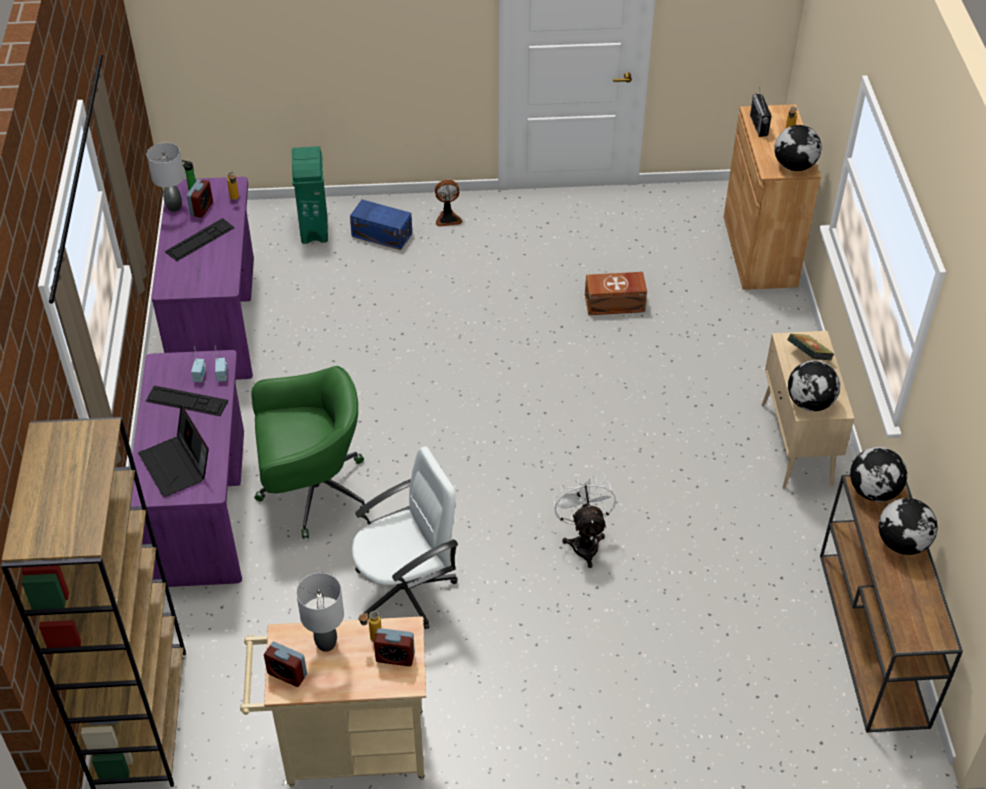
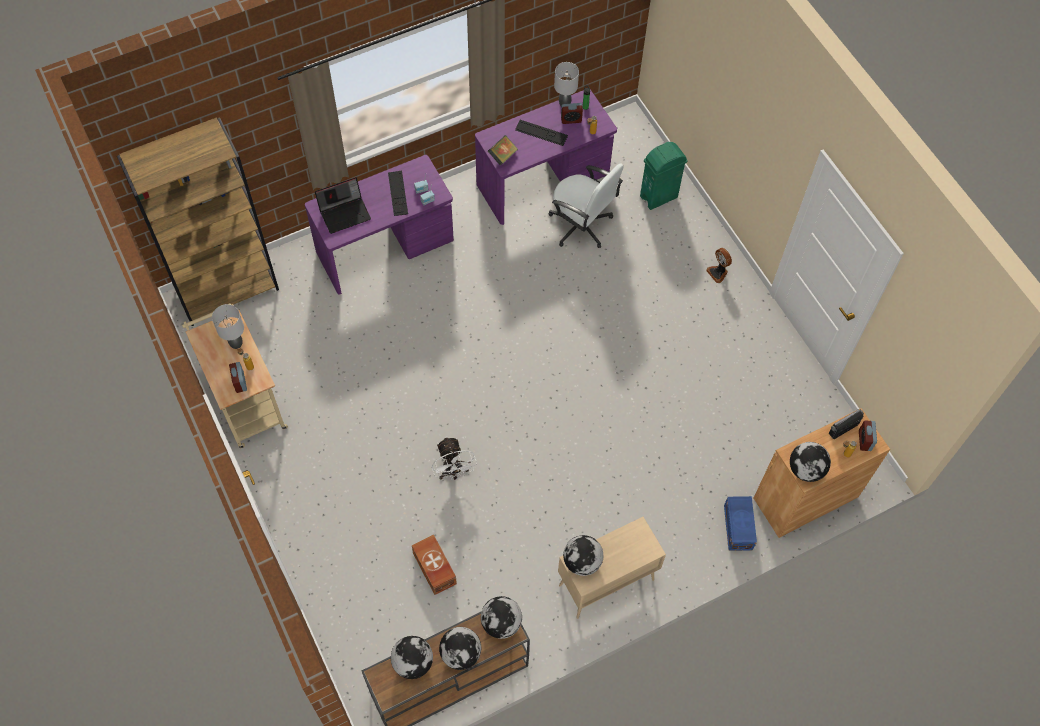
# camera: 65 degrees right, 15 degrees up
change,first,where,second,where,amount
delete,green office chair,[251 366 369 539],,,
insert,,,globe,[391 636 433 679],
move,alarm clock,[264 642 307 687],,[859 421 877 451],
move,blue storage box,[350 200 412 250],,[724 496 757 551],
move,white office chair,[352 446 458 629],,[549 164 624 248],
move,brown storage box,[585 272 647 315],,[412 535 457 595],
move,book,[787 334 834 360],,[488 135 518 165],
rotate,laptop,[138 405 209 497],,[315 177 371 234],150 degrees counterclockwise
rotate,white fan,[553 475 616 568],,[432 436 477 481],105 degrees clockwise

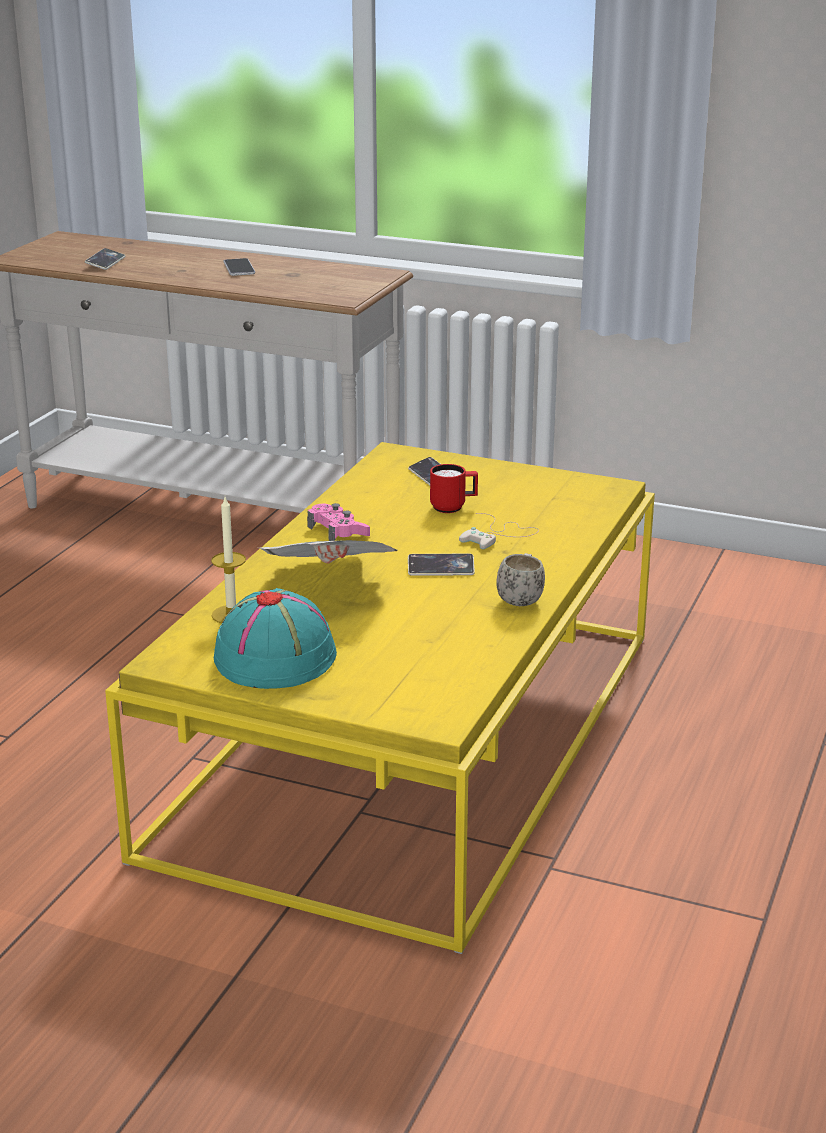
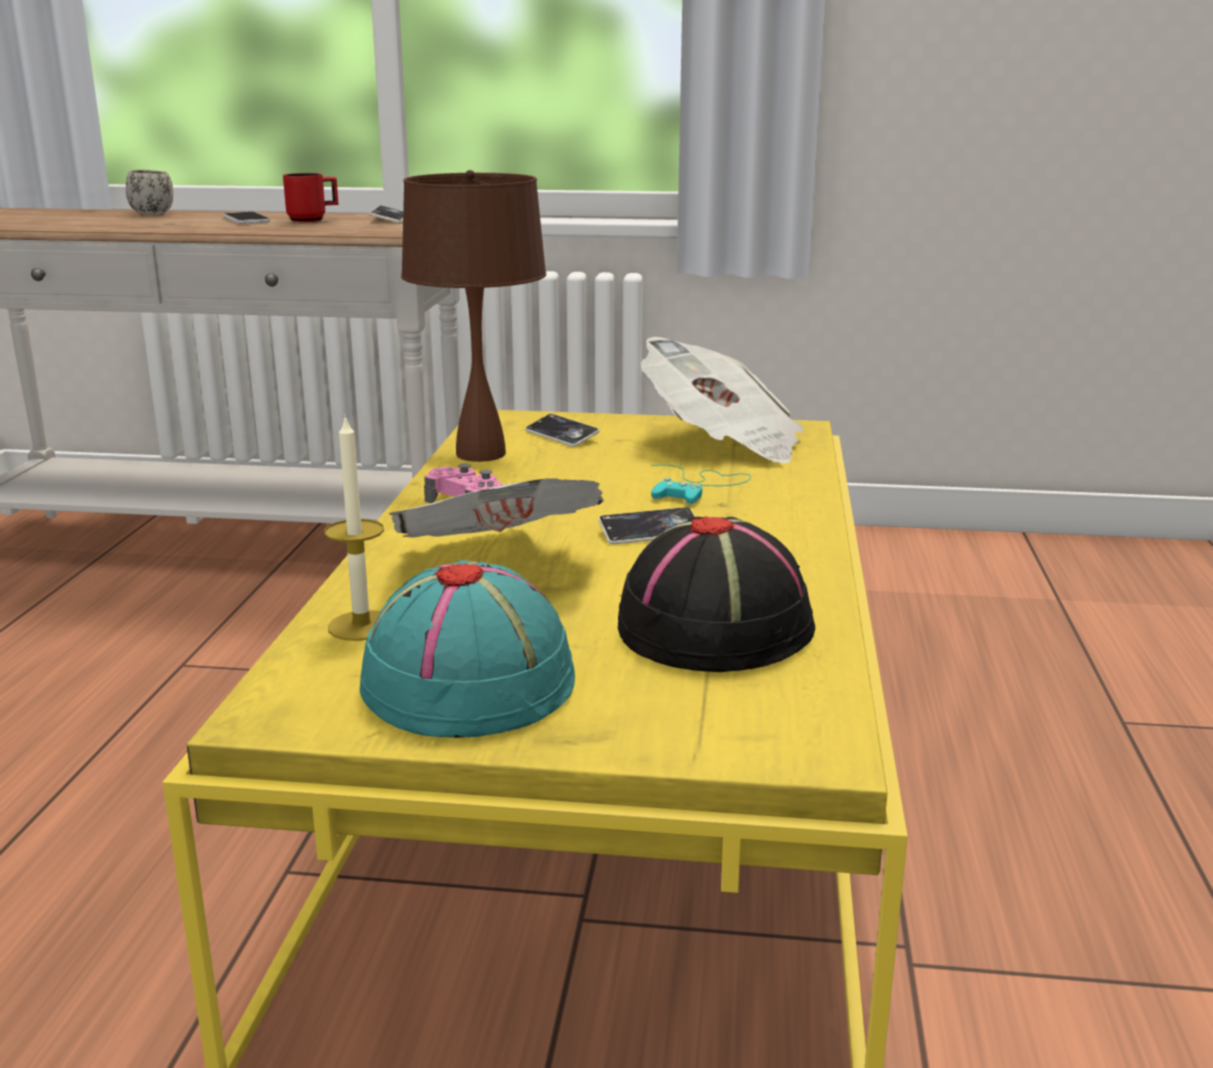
# camera: 15 degrees left, 5 degrees down
change,first,where,second,where,amount
insert,,,brown table lamp,[401 170 546 462],
insert,,,black hat,[618 516 815 672],
insert,,,newspaper,[640 337 803 464],
move,phone,[85 248 125 270],,[370 205 403 223],
move,red mug,[430 464 478 513],,[283 173 339 222],
move,white mug,[496 553 545 606],,[126 169 173 215],
recolor,white game controller,[459 513 539 549],turquoise game controller,[651 465 751 504],

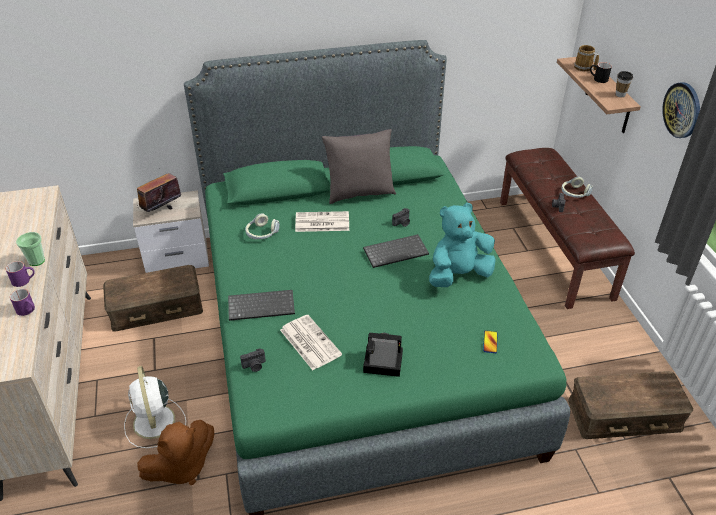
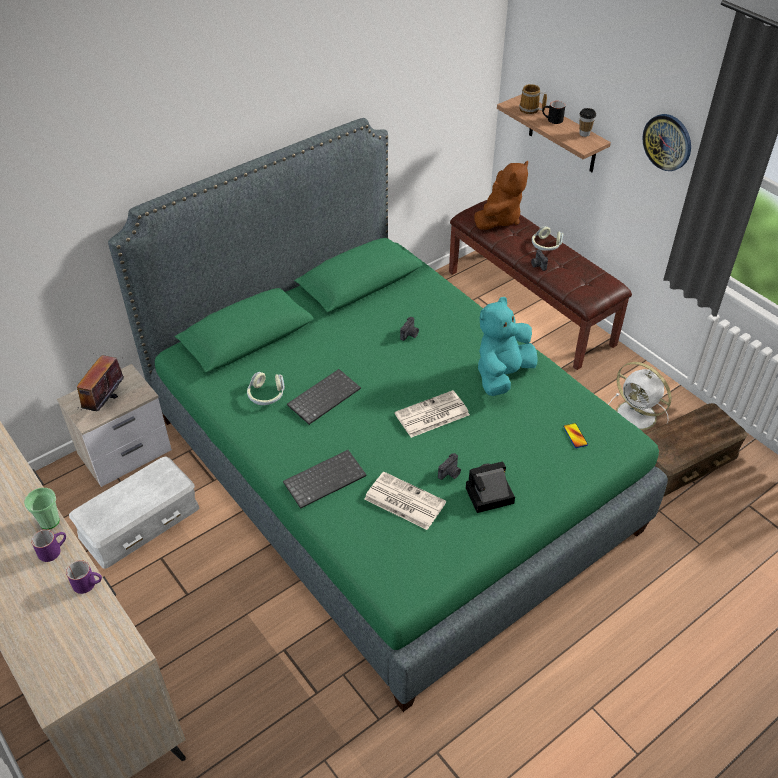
# camera: 25 degrees left, 5 degrees up
change,first,where,second,where,amount
delete,grey pillow,[322 129 396 204],,,
move,white fan,[124 366 186 448],,[608 362 671 430],
move,brown plush toy,[137 420 214 485],,[474 161 528 230],
move,photo camera,[240 348 266 372],,[438 453 461 480],
move,newspaper,[295 211 349 232],,[395 390 470 438],
move,keyboard,[363 234 429 268],,[287 369 361 425],
recolor,brown storage box,[103 265 203 332],white storage box,[69 456 199 569],

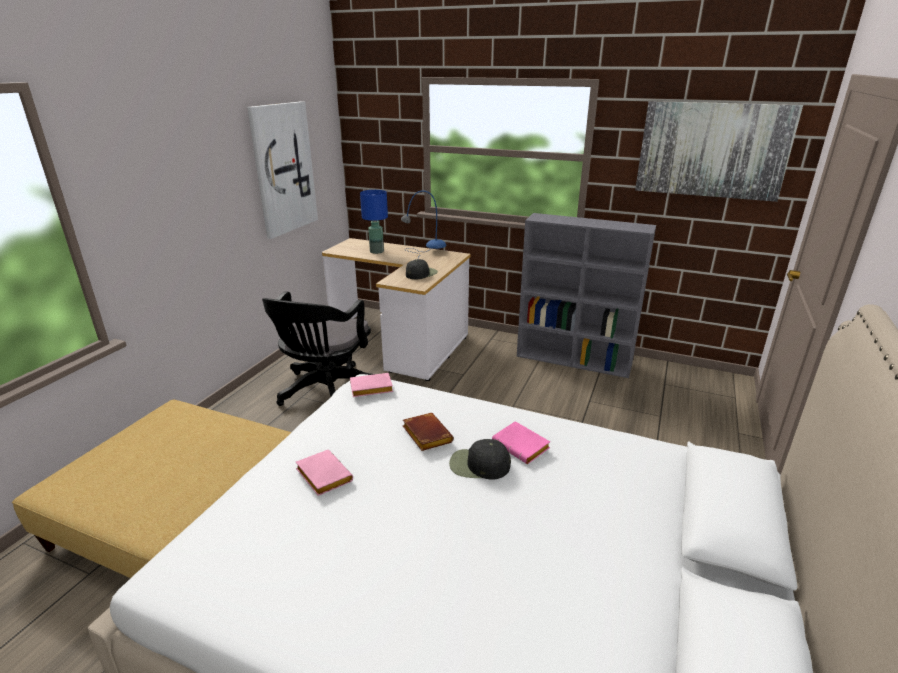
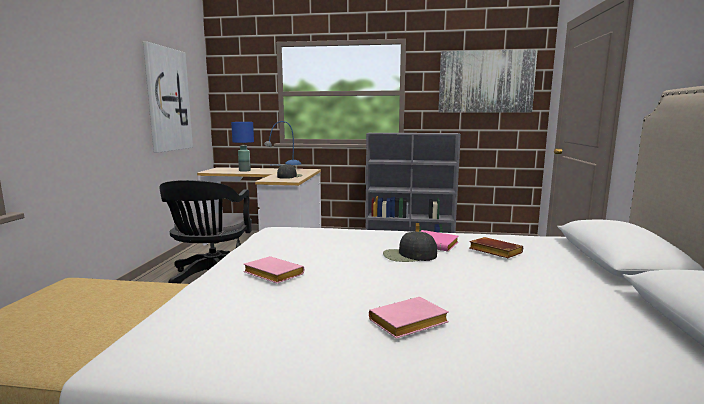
# camera: 15 degrees left, 15 degrees down
change,first,where,second,where,amount
move,pink book,[350 373 393 397],,[369 297 449 339],
move,brown book,[403 413 454 451],,[469 237 523 258],

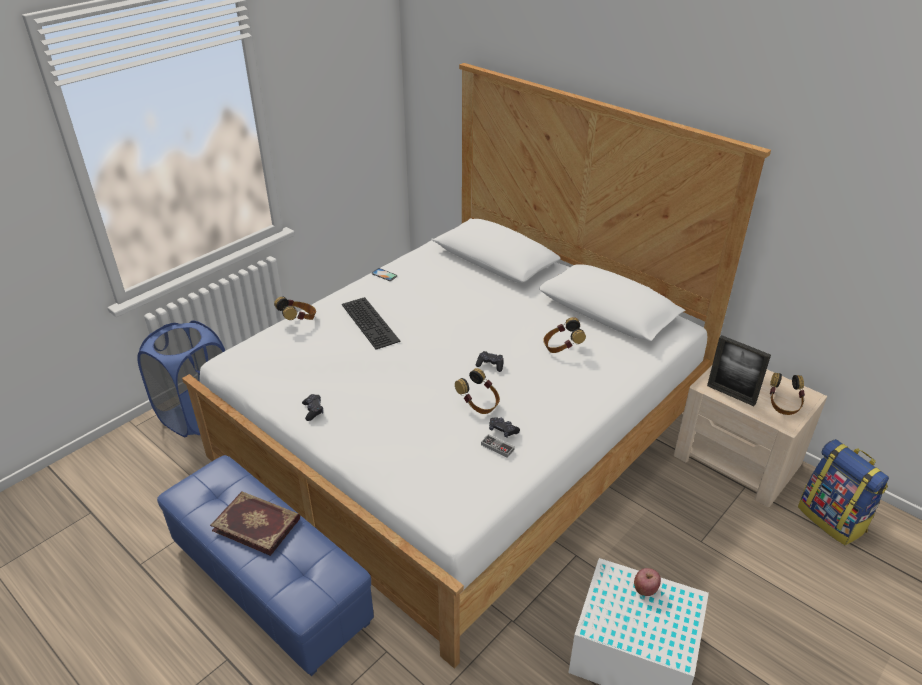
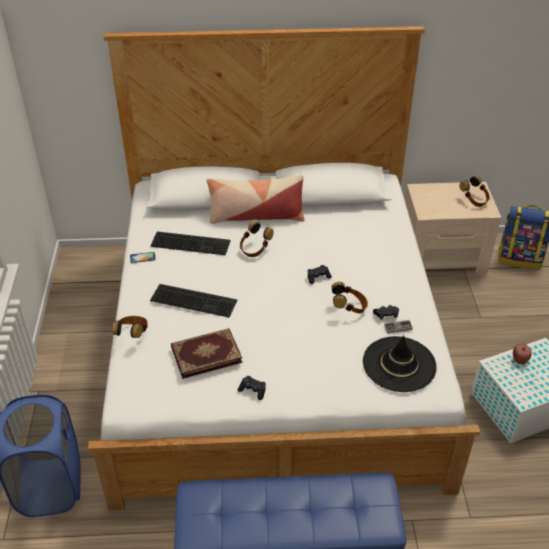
# camera: 45 degrees left, 5 degrees up
change,first,where,second,where,amount
delete,picture frame,[707 335 771 406],,,
insert,,,keyboard,[150 231 231 255],
insert,,,pillow,[207 175 304 224],
insert,,,black hat,[363 335 437 392],
move,book,[210 491 300 556],,[171 328 242 379],
move,headphones,[543 317 586 353],,[240 221 274 257],

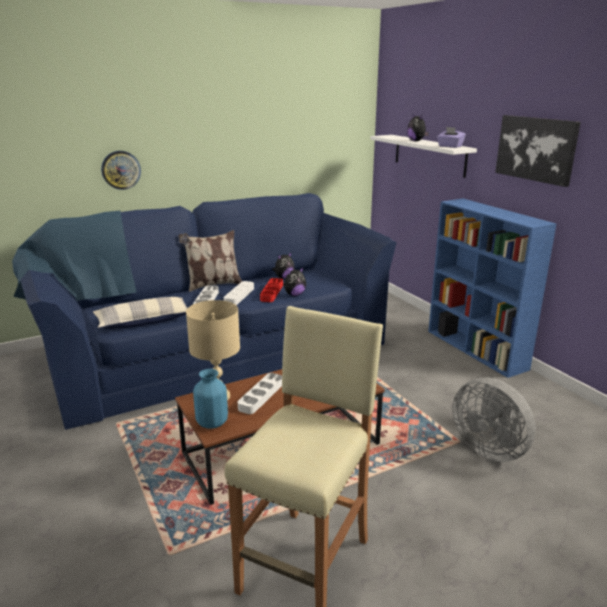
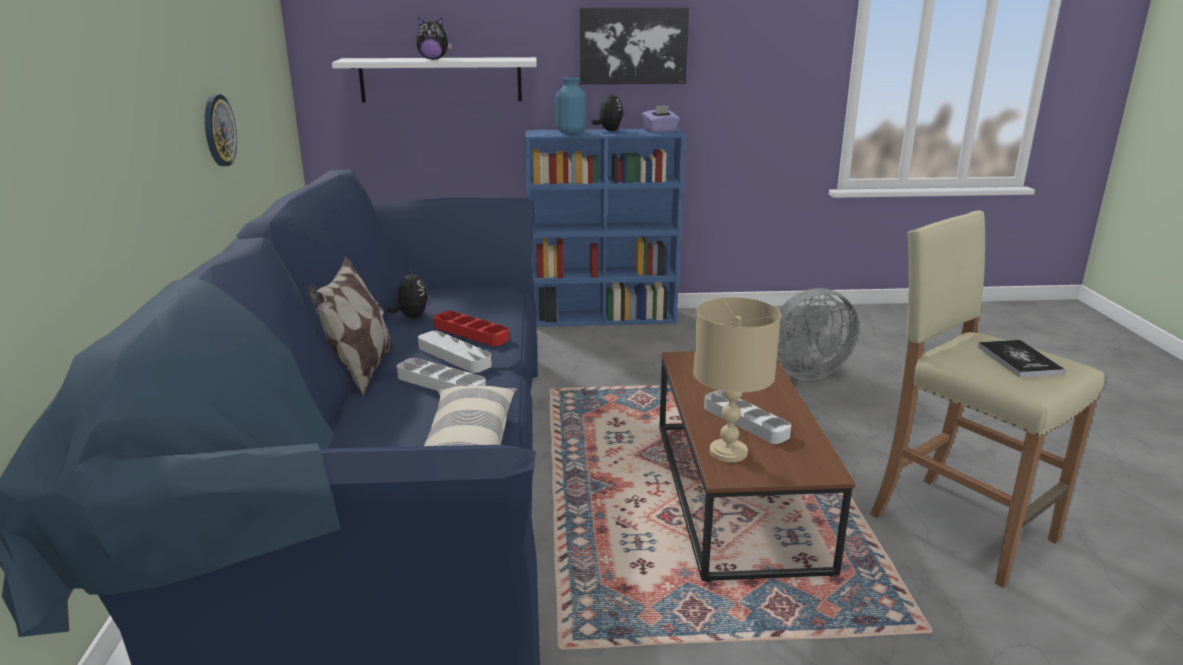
# camera: 65 degrees left, 0 degrees up
change,first,where,second,where,amount
insert,,,book,[978 340 1065 377],
move,wall clock,[101 151 141 190],,[205 94 237 166],
move,blue vase,[193 369 228 429],,[556 77 586 134],
move,plush toy,[283 267 306 296],,[591 91 624 131],
move,purple tissue box,[437 127 466 148],,[642 105 680 133],

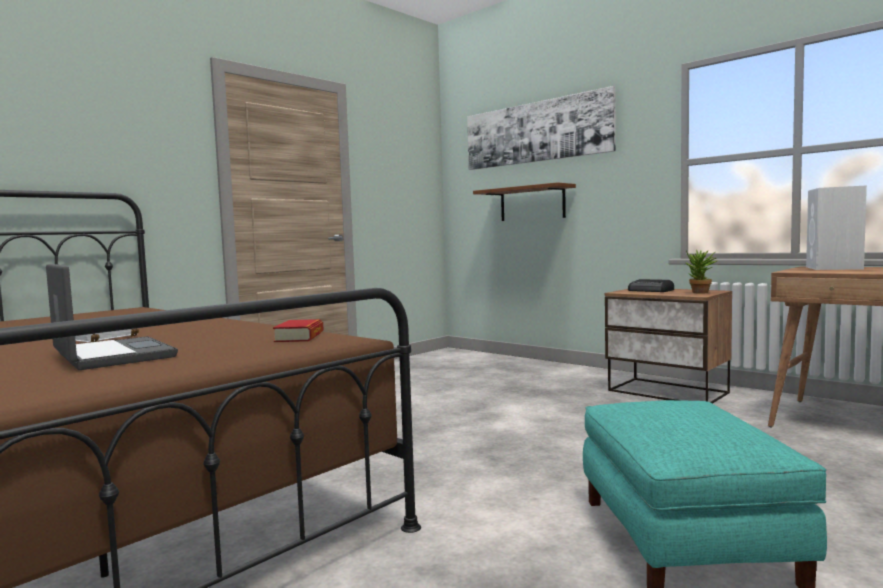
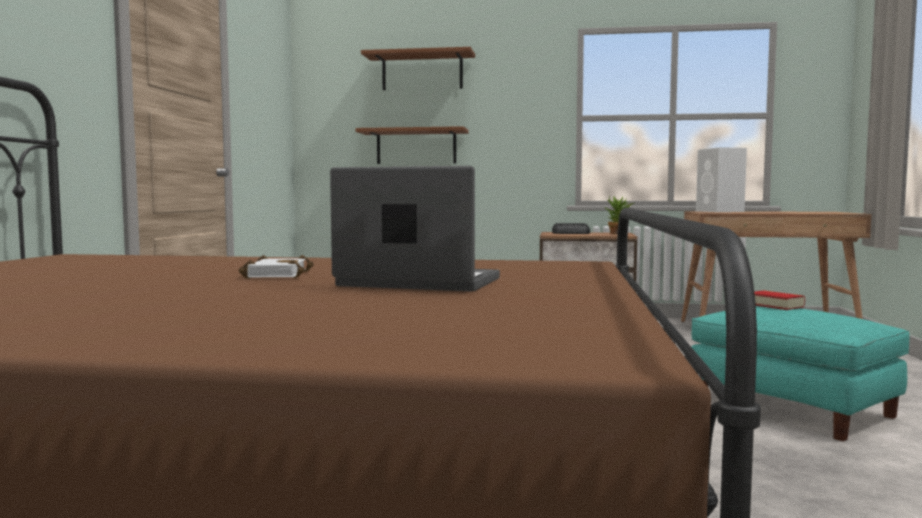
# camera: 35 degrees left, 0 degrees up
change,first,where,second,where,amount
move,book,[273 319 324 342],,[754 290 805 310],
replace,picture,[467 86 616 170],brown shelf,[361 47 475 90],

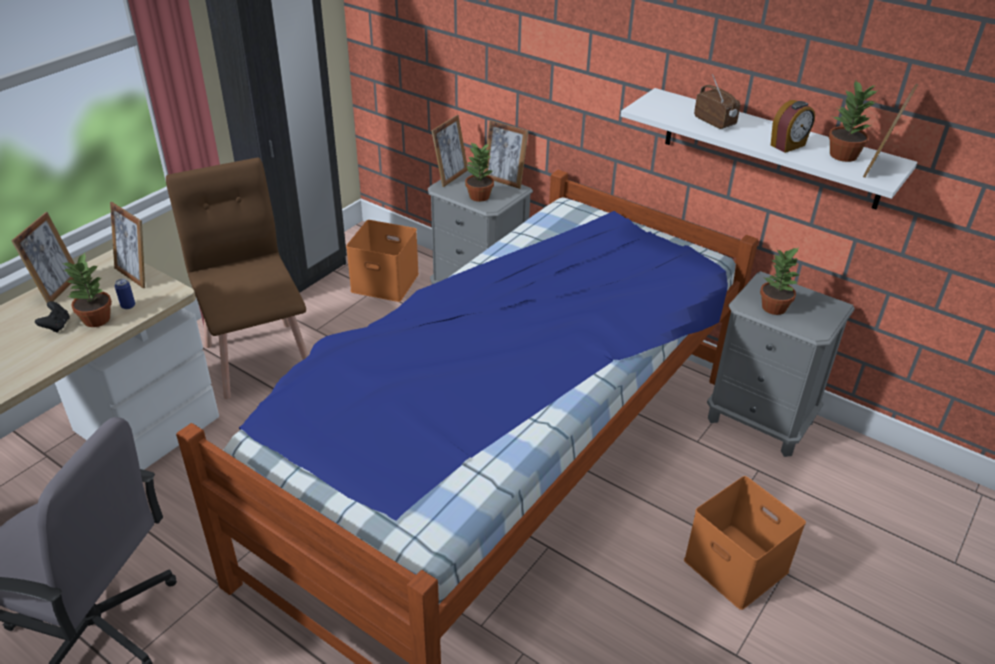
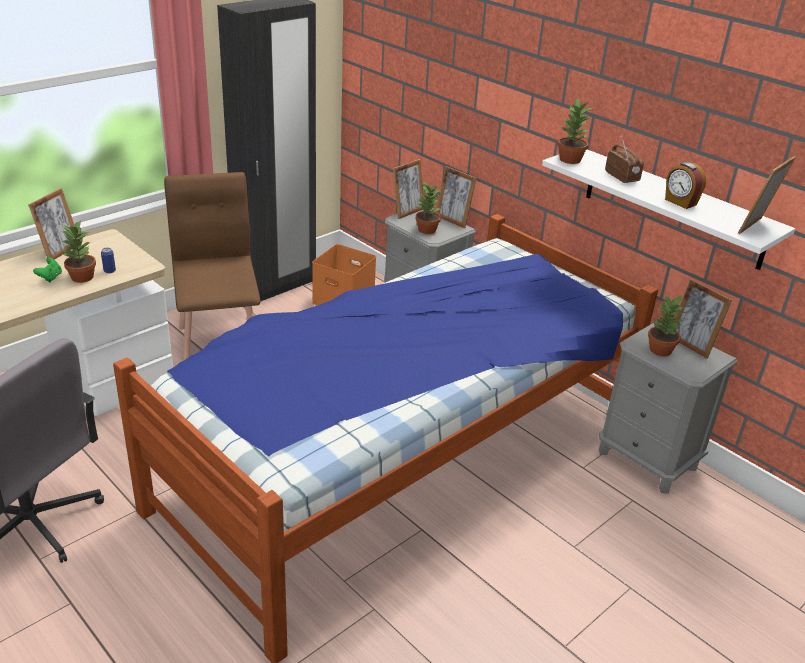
# camera: 10 degrees right, 5 degrees down
change,first,where,second,where,amount
delete,orange storage box,[684 476 806 610],,,
move,picture frame,[110 202 145 288],,[673 279 732 358],
move,potted plant,[828 80 878 162],,[557 98 592 164],
recolor,black game controller,[35 301 70 333],green game controller,[33 258 62 282],
rotate,alarm clock,[771 100 815 153],,[665 162 706 209],75 degrees clockwise

